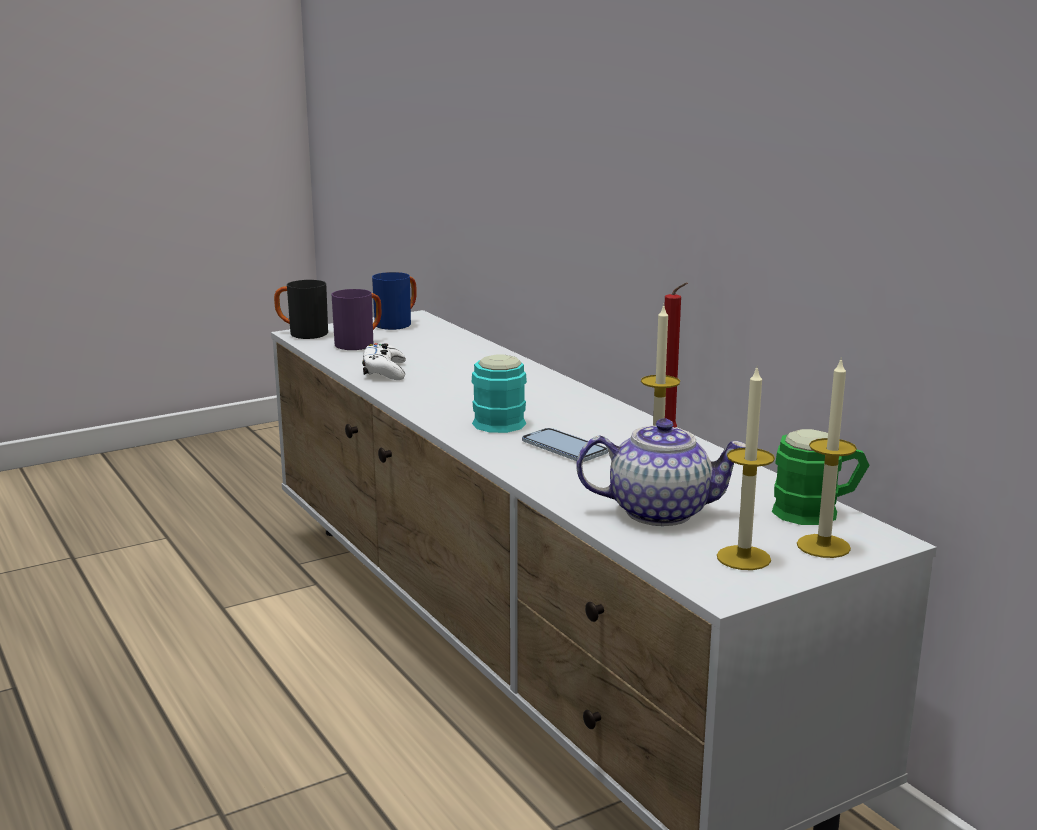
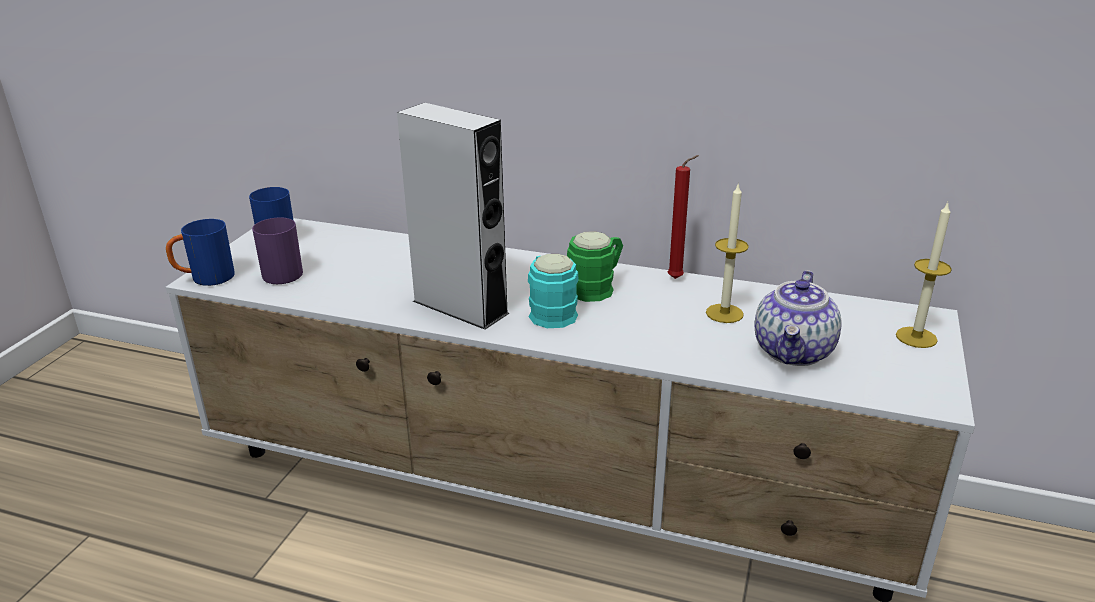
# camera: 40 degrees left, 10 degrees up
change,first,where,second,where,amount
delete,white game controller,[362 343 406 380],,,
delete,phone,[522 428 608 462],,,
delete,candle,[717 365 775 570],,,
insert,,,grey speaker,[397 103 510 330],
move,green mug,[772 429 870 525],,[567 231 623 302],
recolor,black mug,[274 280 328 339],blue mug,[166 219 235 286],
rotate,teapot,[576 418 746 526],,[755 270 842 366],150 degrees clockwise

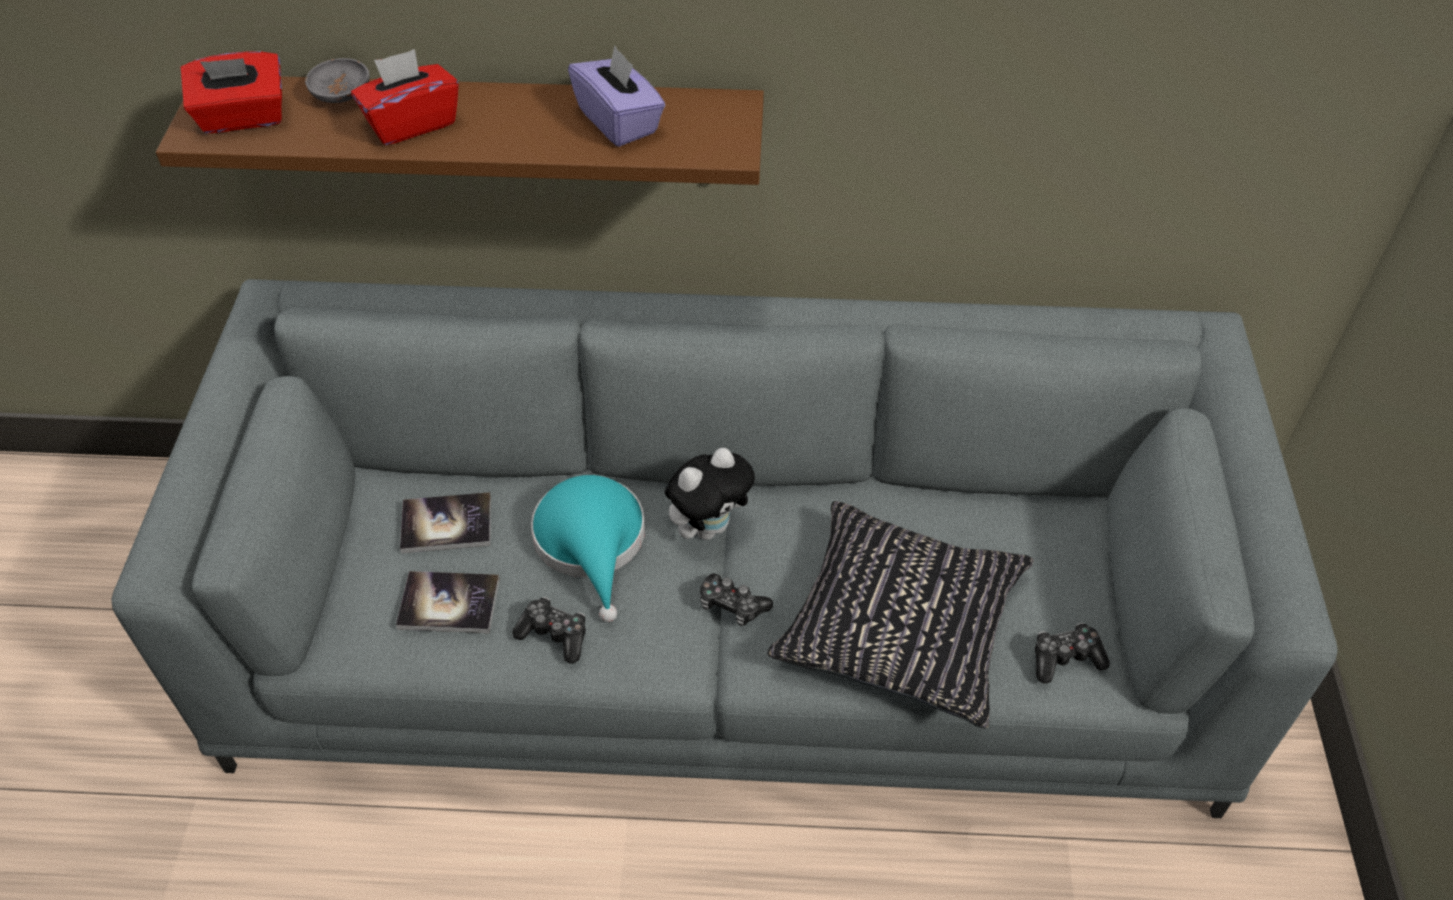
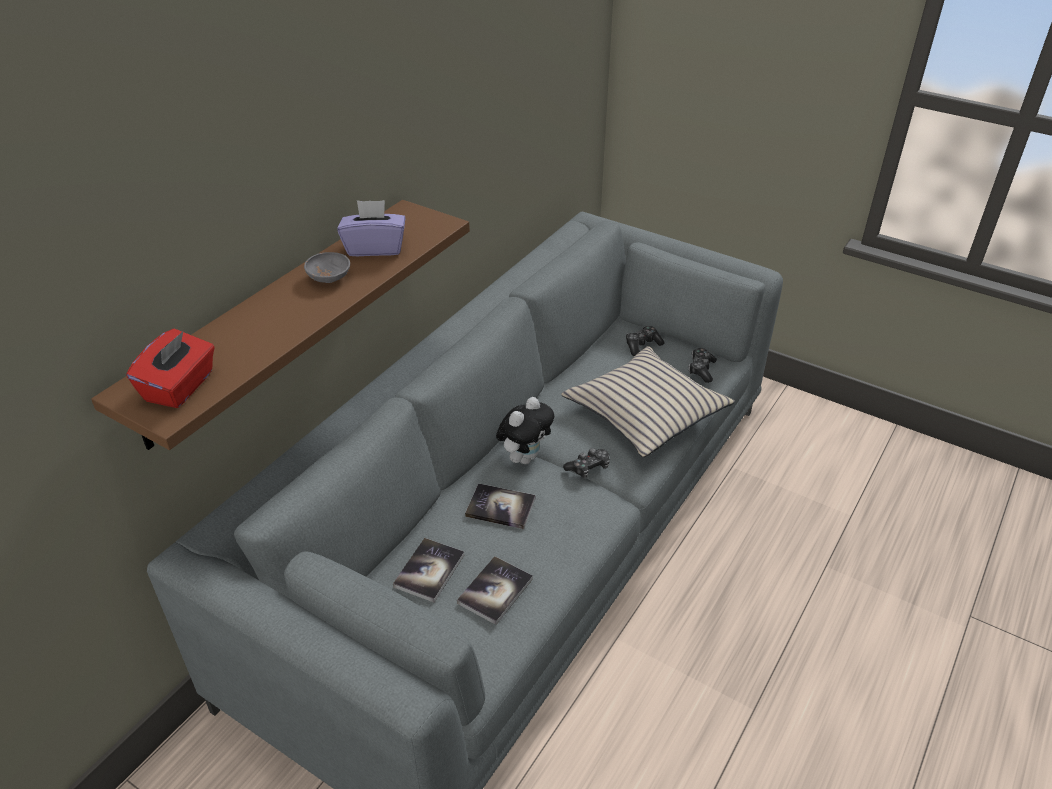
# camera: 60 degrees left, 10 degrees down
change,first,where,second,where,amount
delete,red tissue box,[351 49 459 145],,,
move,grey bowl,[305 58 370 103],,[304 252 350 283],
move,game controller,[512 597 585 664],,[626 326 665 356],
replace,turquoise hat,[531 475 645 622],book,[465 483 536 529],
recolor,black pillow,[767 501 1034 729],beige pillow,[561 346 735 457],
rotate,plush toy,[665 448 755 540],,[496 397 554 464],45 degrees clockwise

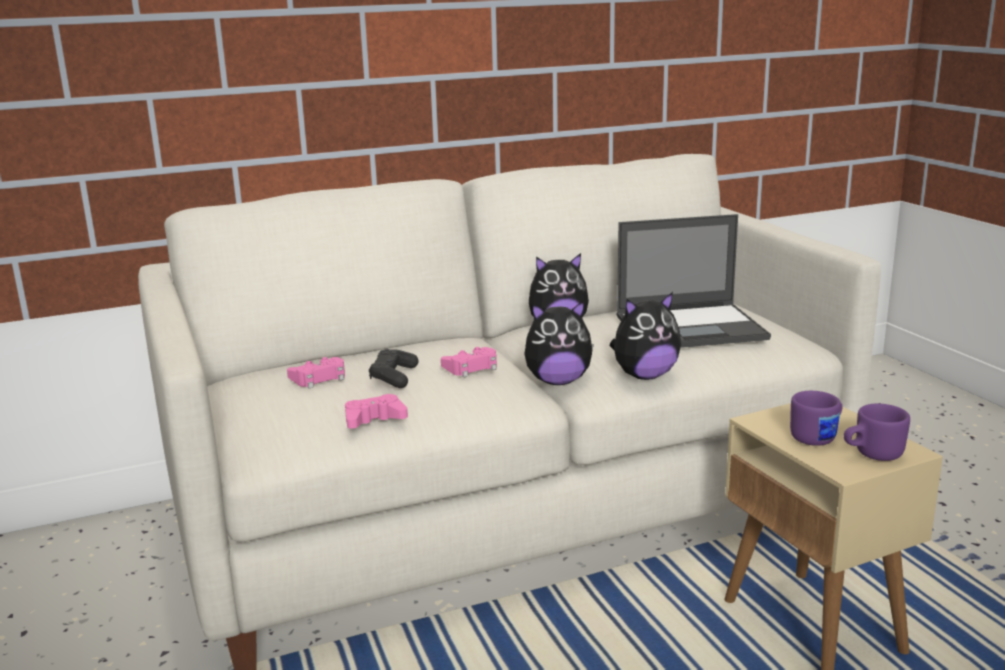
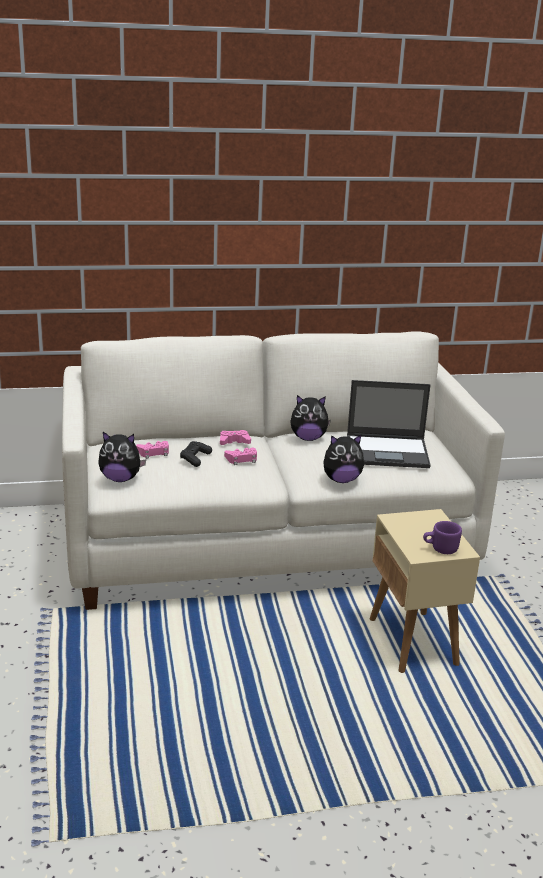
# camera: 10 degrees right, 5 degrees up
change,first,where,second,where,amount
delete,purple mug,[790 391 843 446],,,
move,pink game controller,[345 394 408 429],,[220 430 251 445],
move,plush toy,[524 301 594 385],,[98 432 146 482],

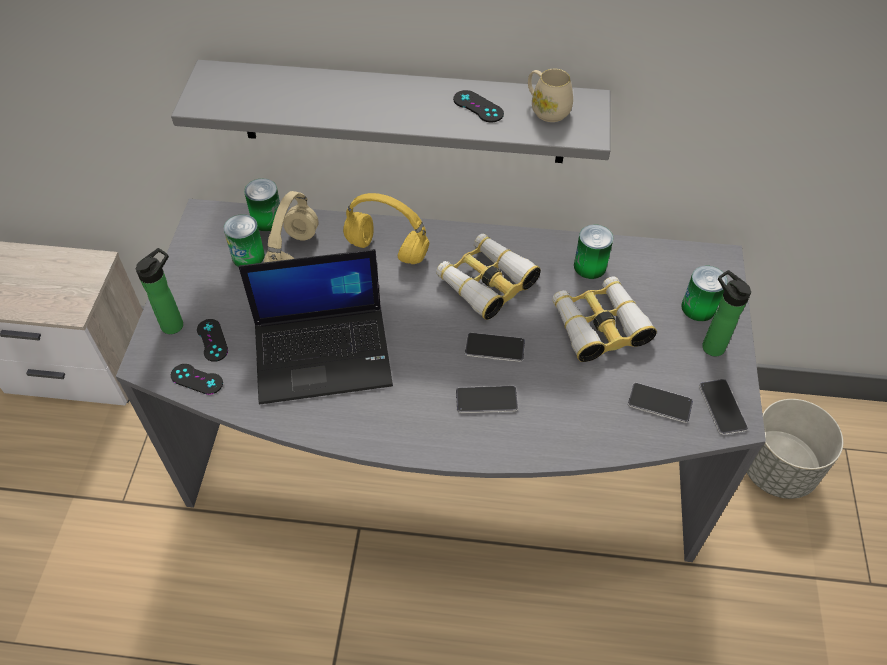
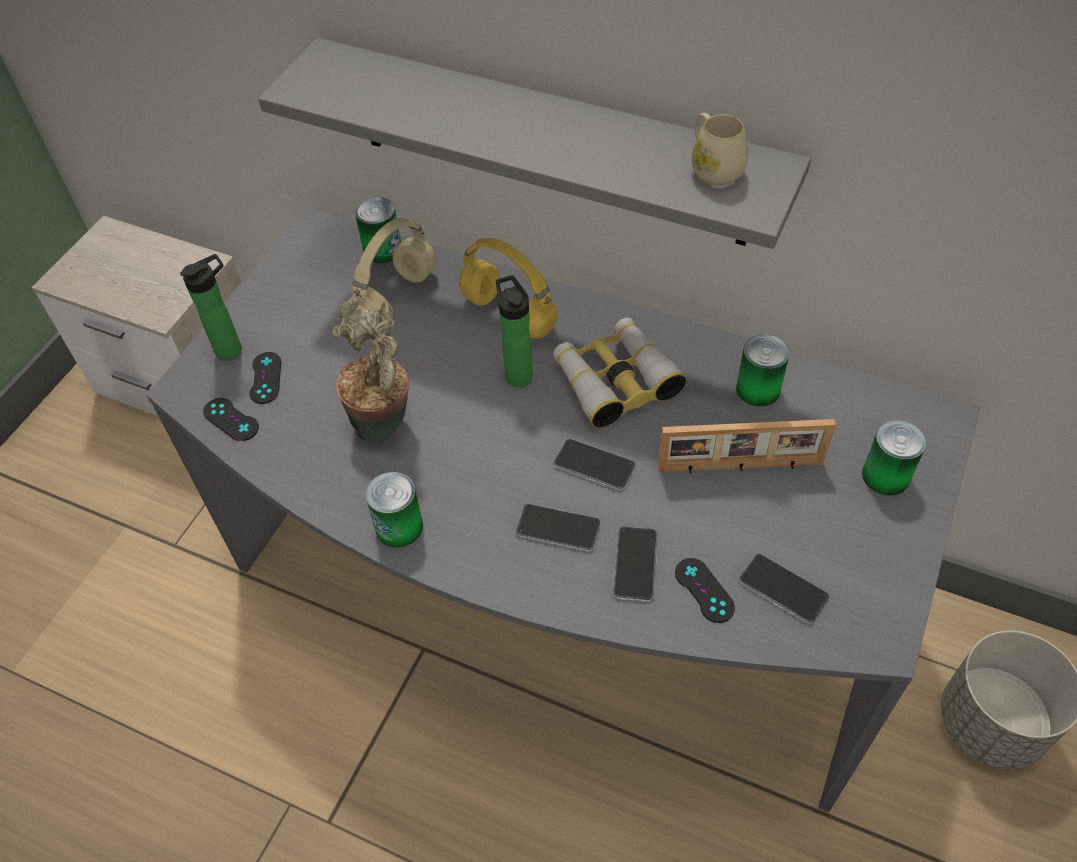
# camera: 20 degrees right, 0 degrees up
change,first,where,second,where,amount
move,can,[224 214 265 267],,[365 472 423 548],
move,black game controller,[453 90 504 122],,[675 558 735 623],
move,phone,[699 379 748 435],,[613 526 658 602],
move,bottle,[702 270 751 357],,[496 275 533 387],
replace,laptop,[238 249 393 404],potted plant,[332 298 409 444],
replace,binoculars,[552 276 657 362],picture frame,[658 419 836 474],

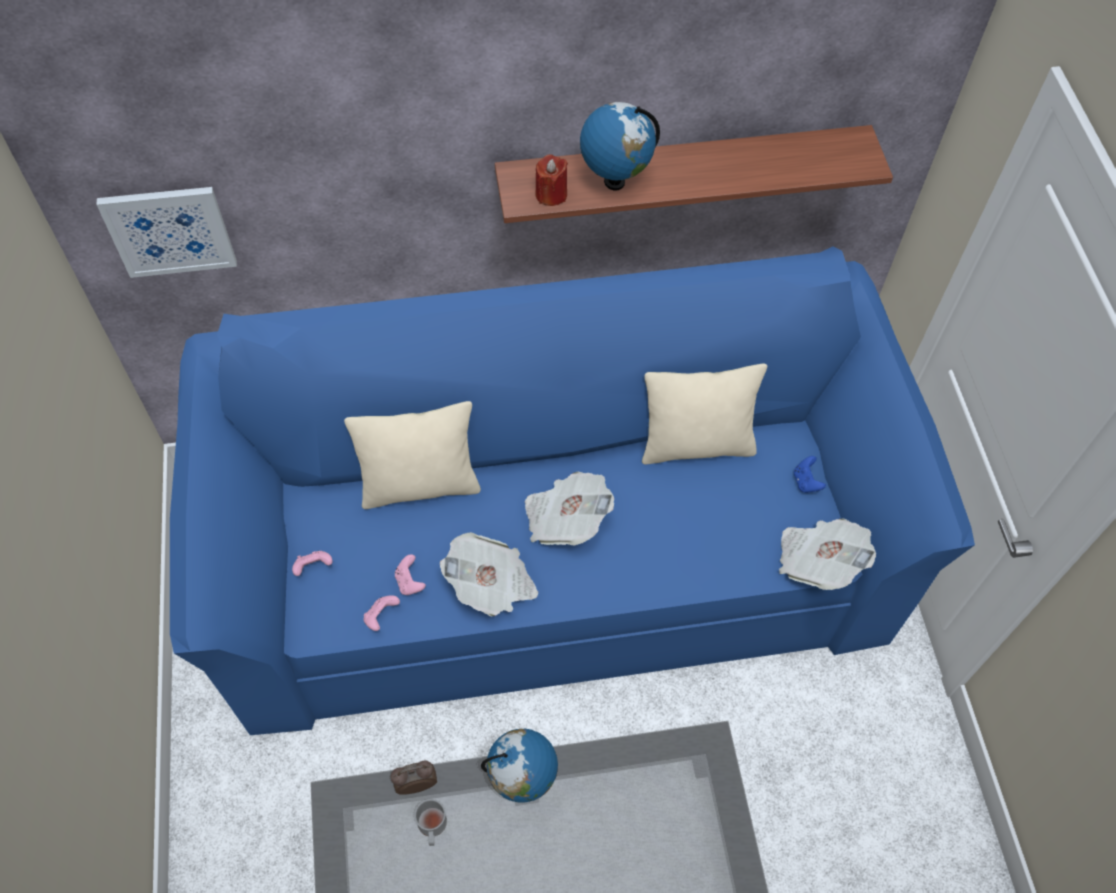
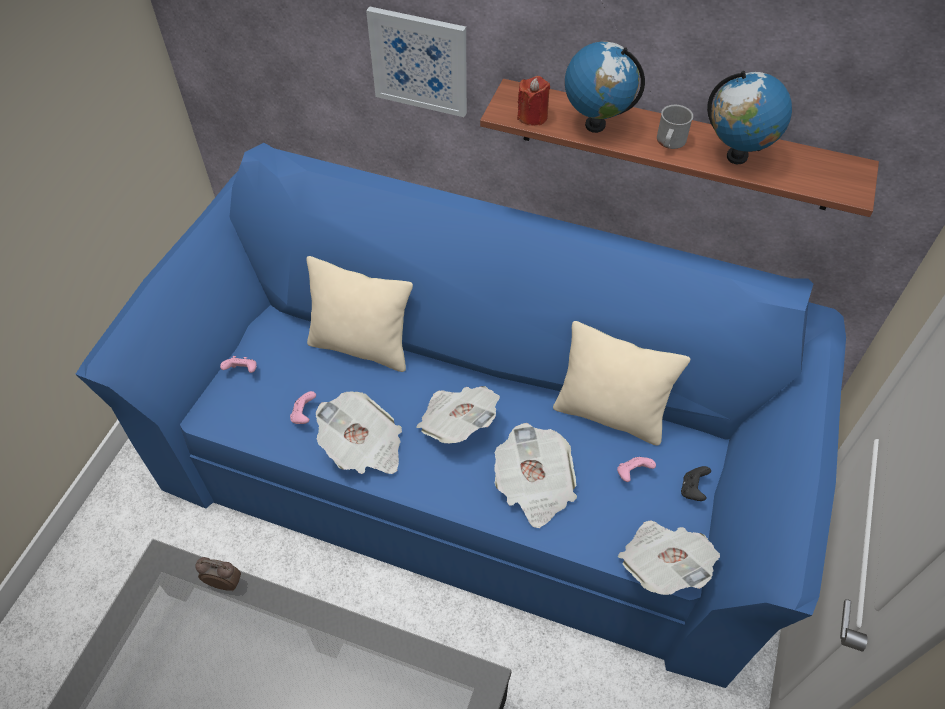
# camera: 30 degrees right, 5 degrees down
change,first,where,second,where,amount
insert,,,newspaper,[494 423 577 528],
move,picture,[96 187 237 278],,[366 6 467 117],
move,pink game controller,[363 595 400 631],,[617 457 656 482],
move,grey mug,[414 799 447 846],,[657 105 693 149],
move,globe,[481 729 558 803],,[707 71 792 164],
recolor,blue game controller,[794 456 826 493],black game controller,[681 466 711 501],

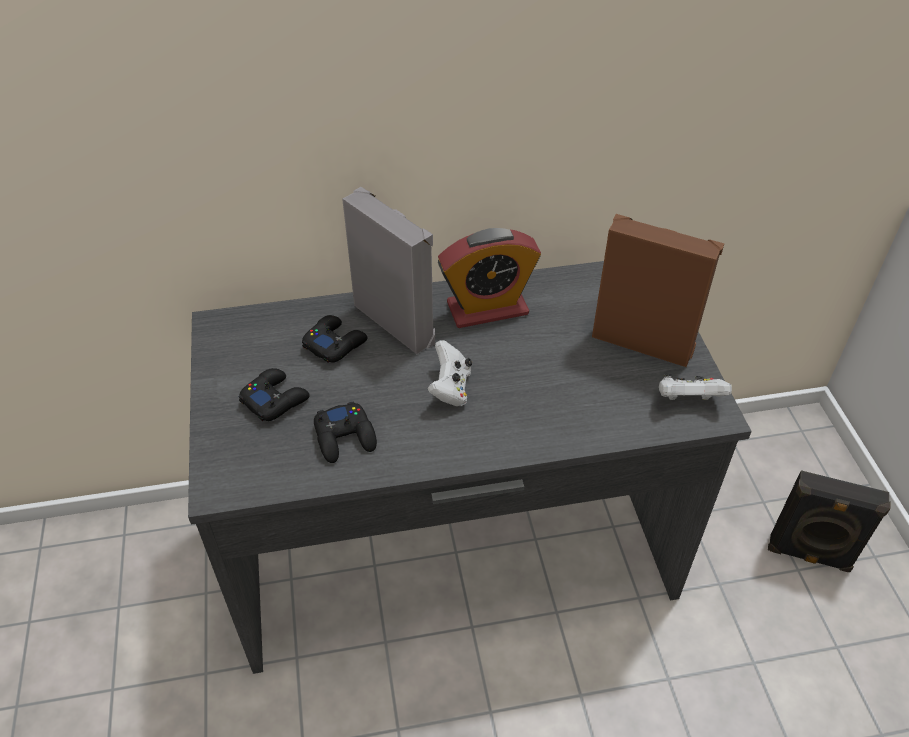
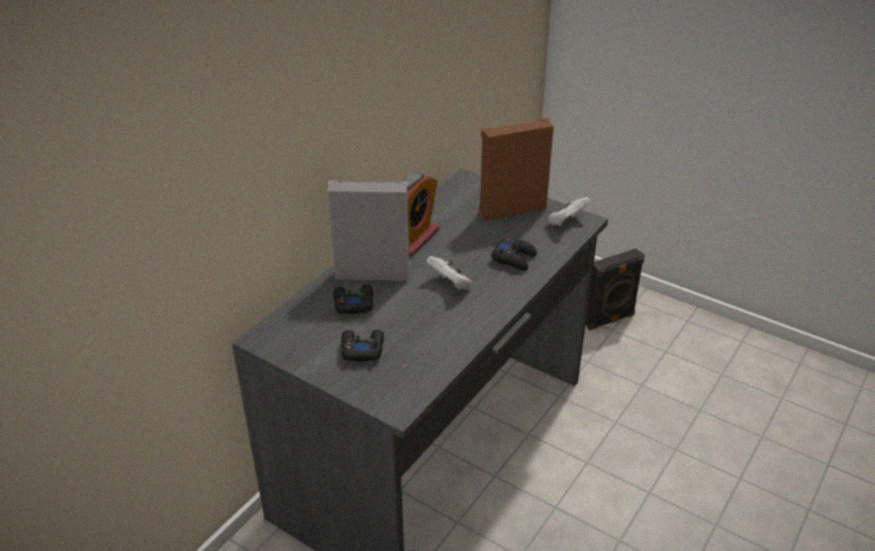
# camera: 45 degrees left, 10 degrees down
change,first,where,second,where,amount
move,black game controller,[314 401 377 463],,[491 238 537 271],

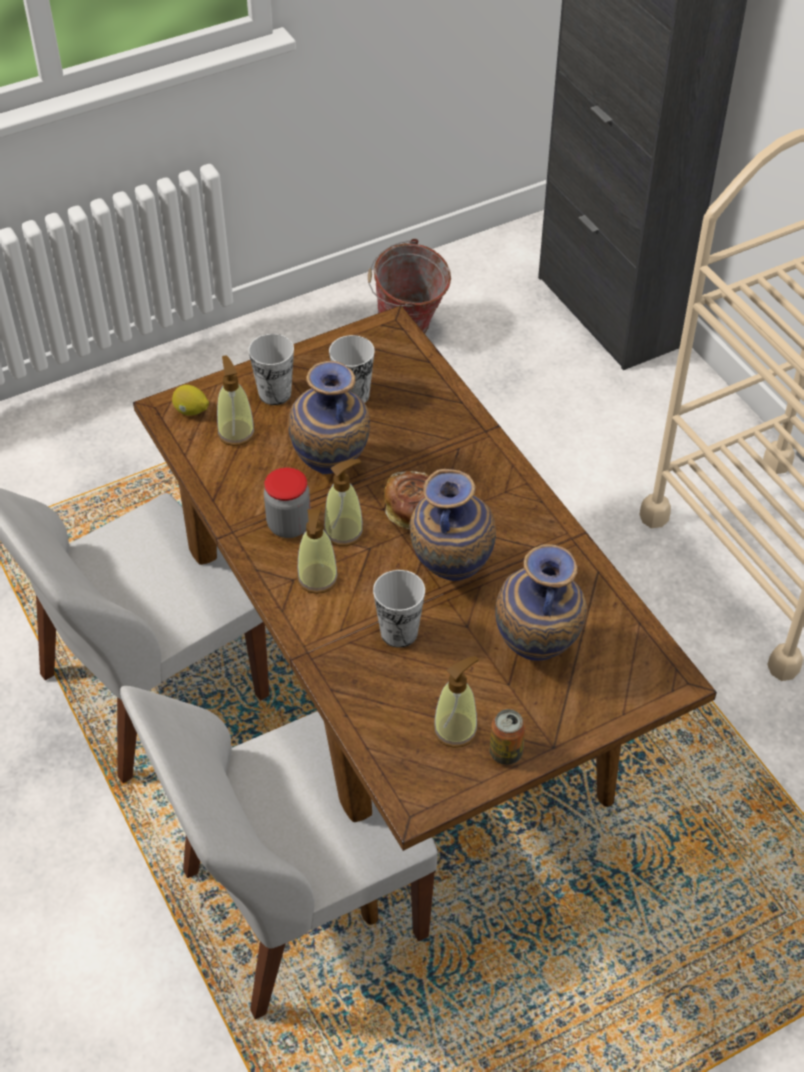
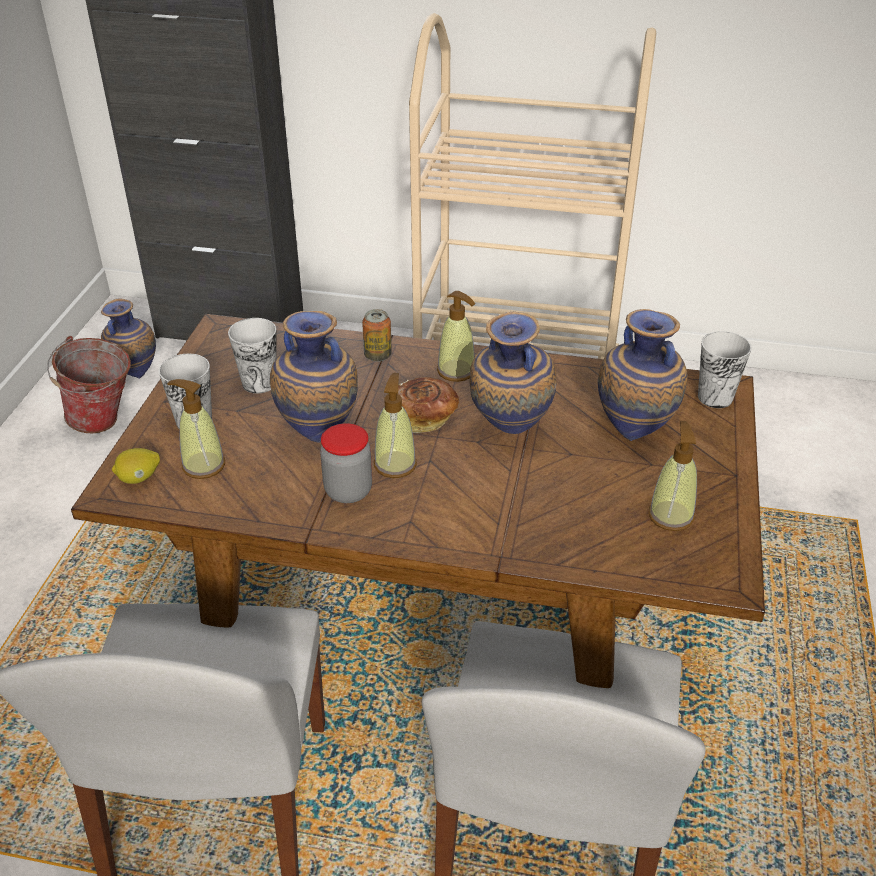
# camera: 50 degrees left, 10 degrees down
change,first,where,second,where,amount
insert,,,vase,[101 298 156 379],
move,soap dispenser,[297 509 339 594],,[437 291 475 382],
move,cup,[373 570 425 648],,[698 331 752 408],
move,can,[490 709 526 765],,[362 309 392 362],

